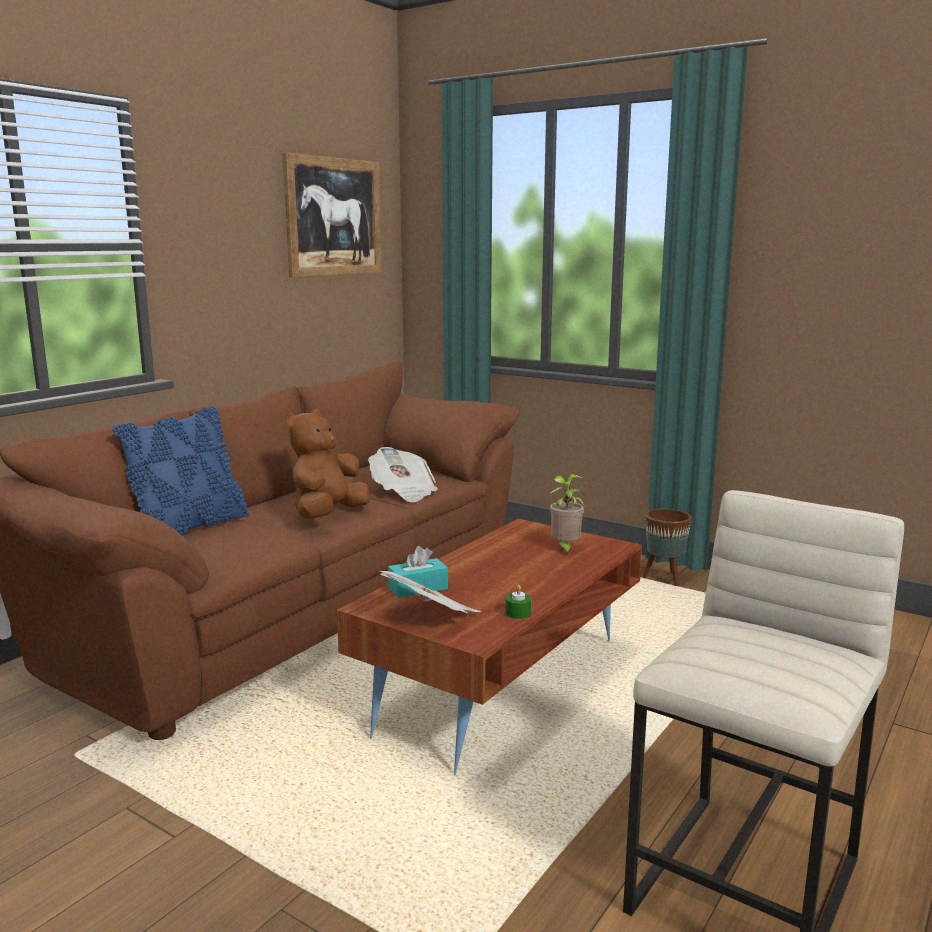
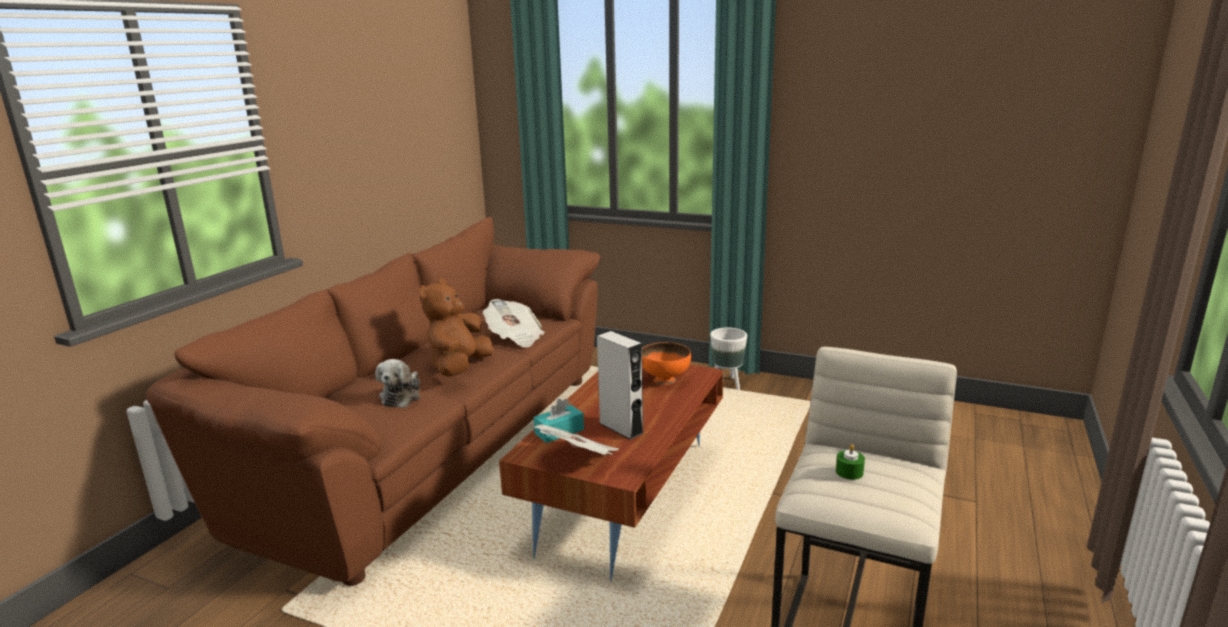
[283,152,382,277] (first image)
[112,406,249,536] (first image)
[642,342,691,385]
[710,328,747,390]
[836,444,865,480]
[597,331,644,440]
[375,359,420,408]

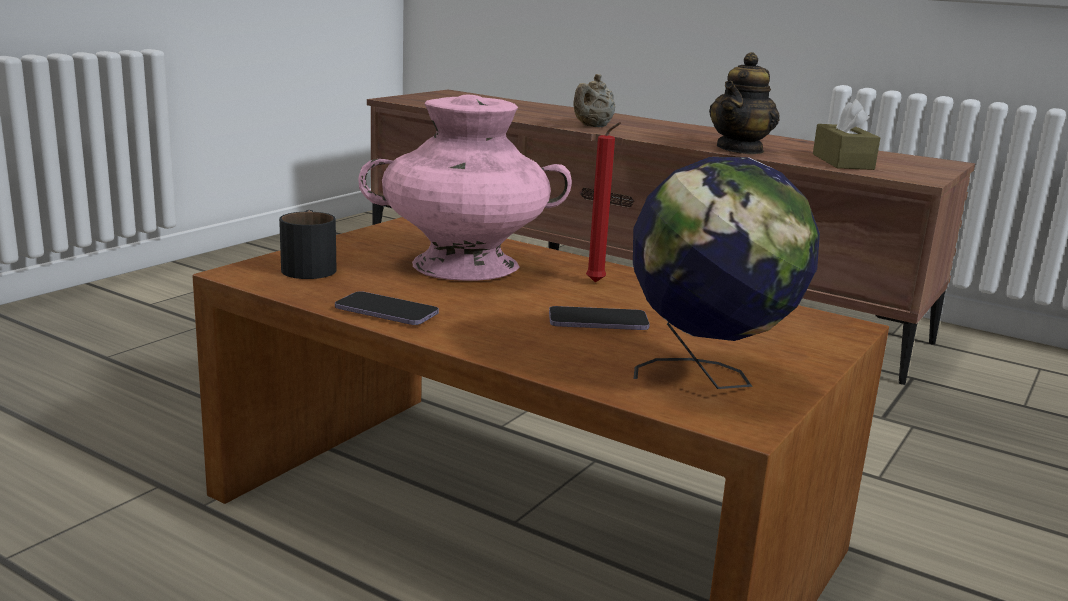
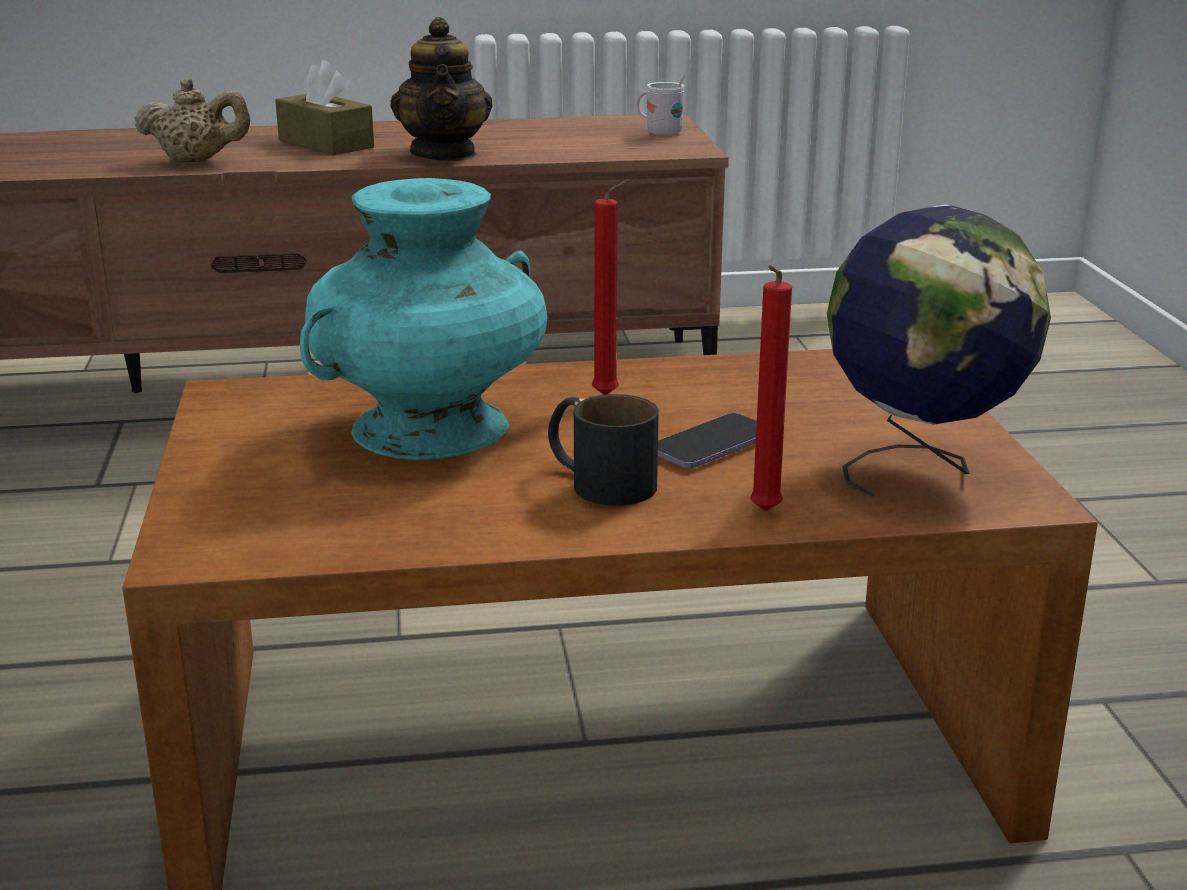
[134,78,250,163]
[300,178,547,460]
[275,60,374,155]
[548,394,659,506]
[335,291,439,325] (first image)
[636,74,685,135]
[750,265,792,511]

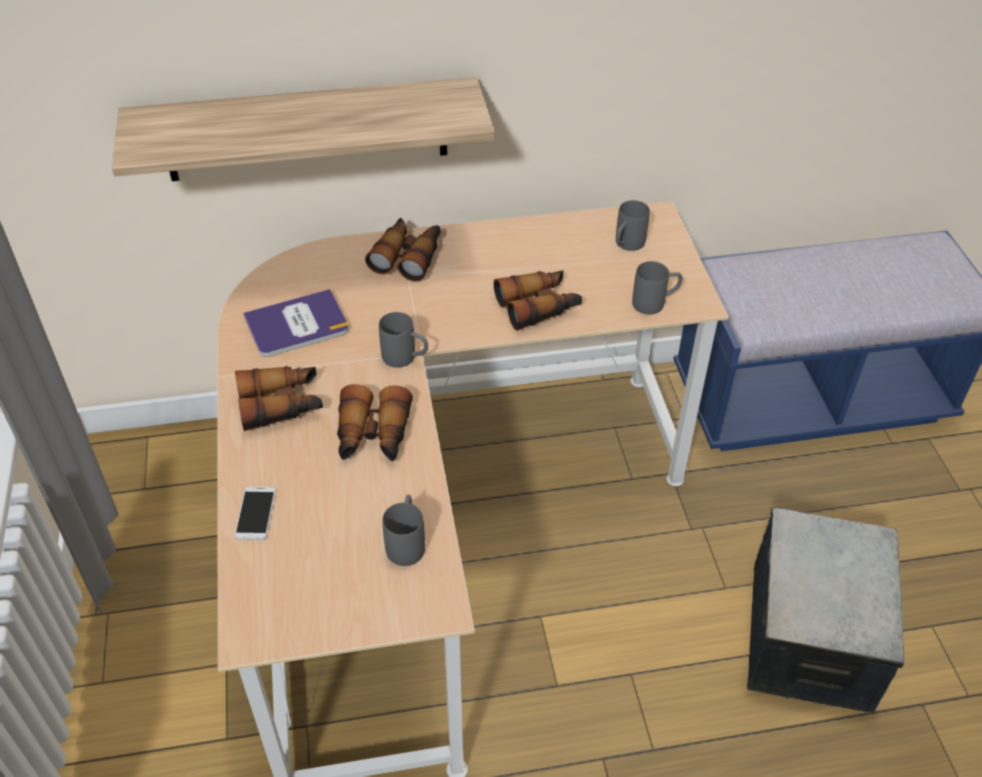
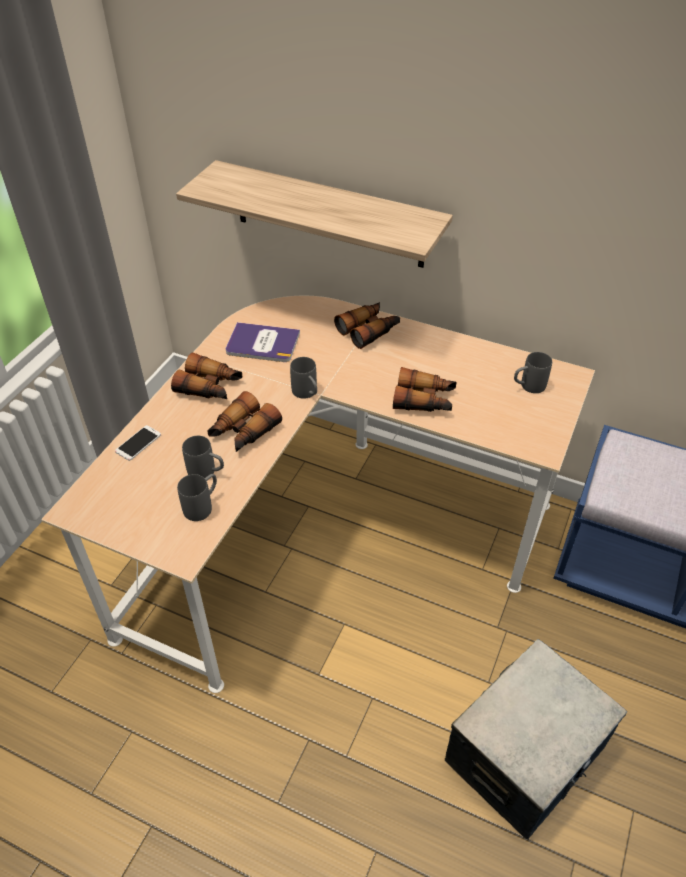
[182,436,224,478]

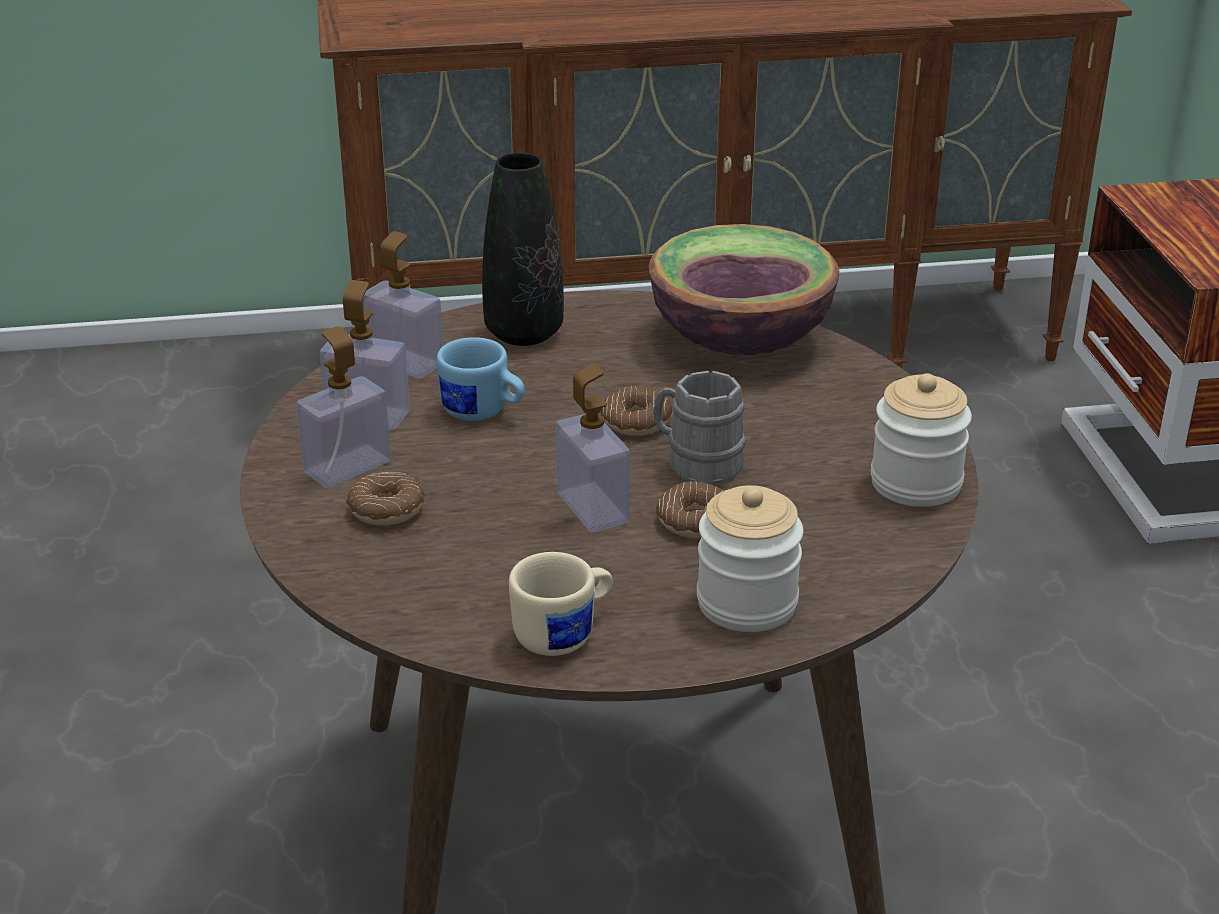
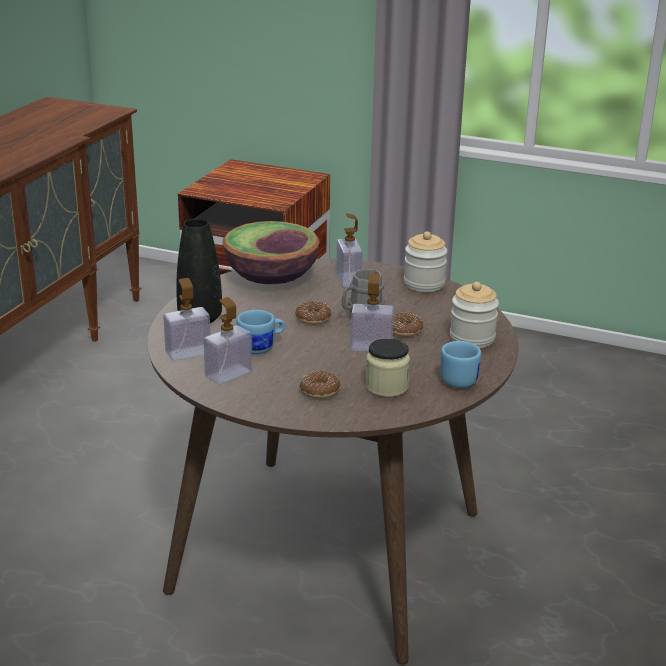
[336,213,363,287]
[441,341,481,388]
[365,339,410,397]

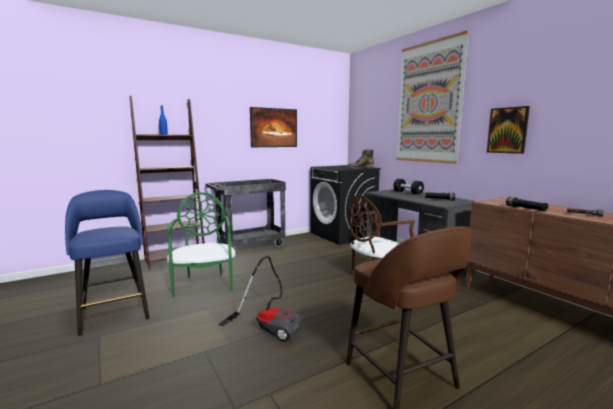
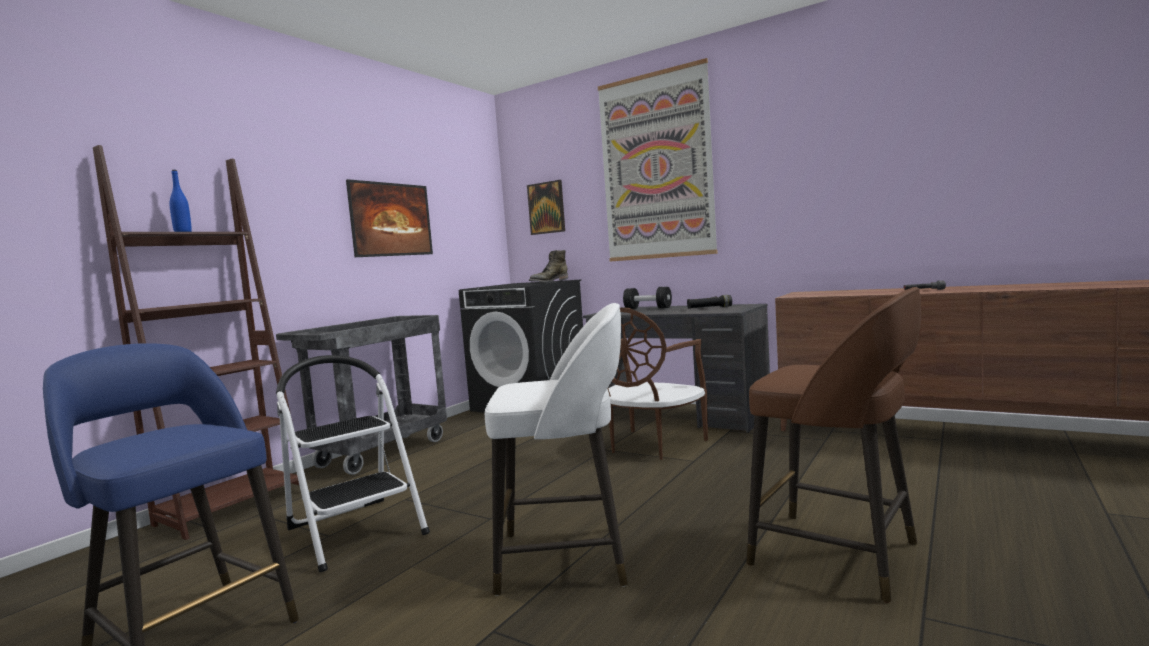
[527,180,565,235]
[276,355,430,572]
[506,197,549,212] (first image)
[485,303,628,596]

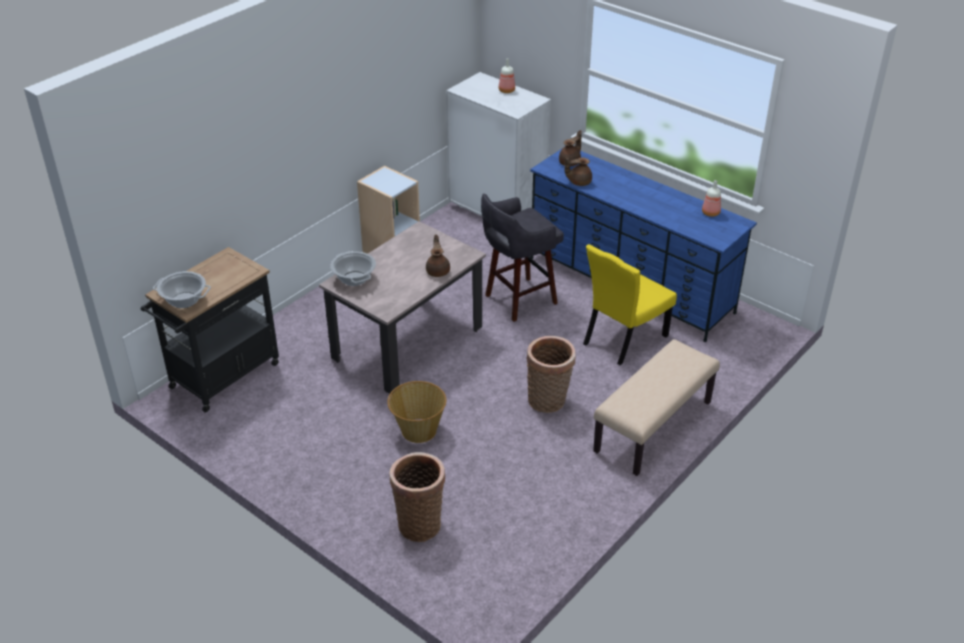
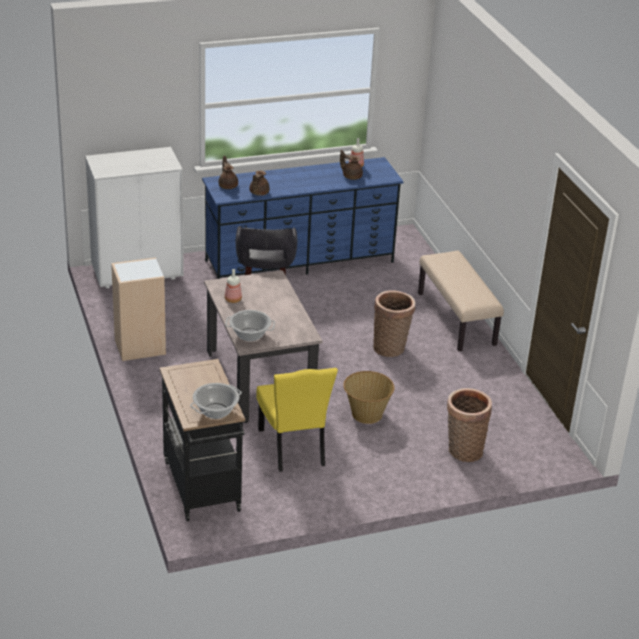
[225,269,242,303]
[340,150,363,180]
[256,368,338,472]

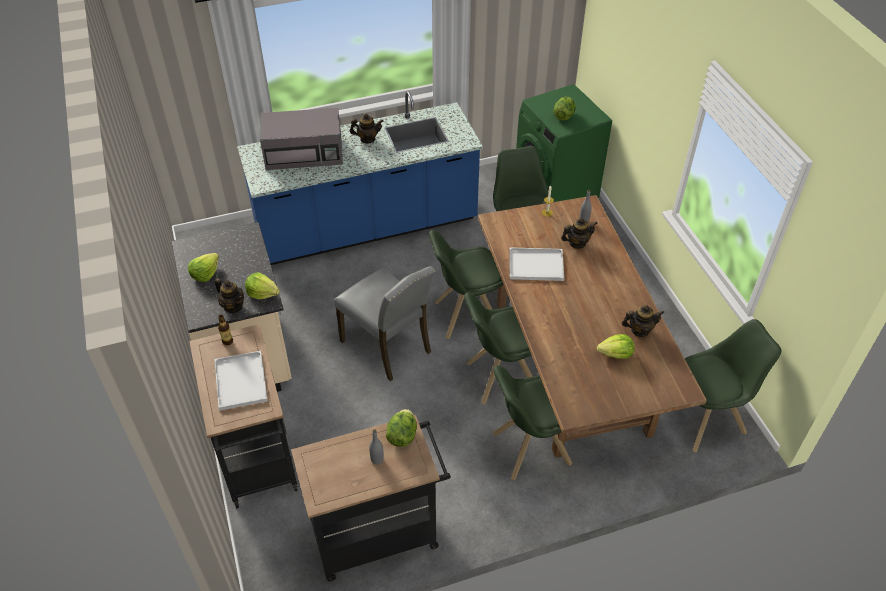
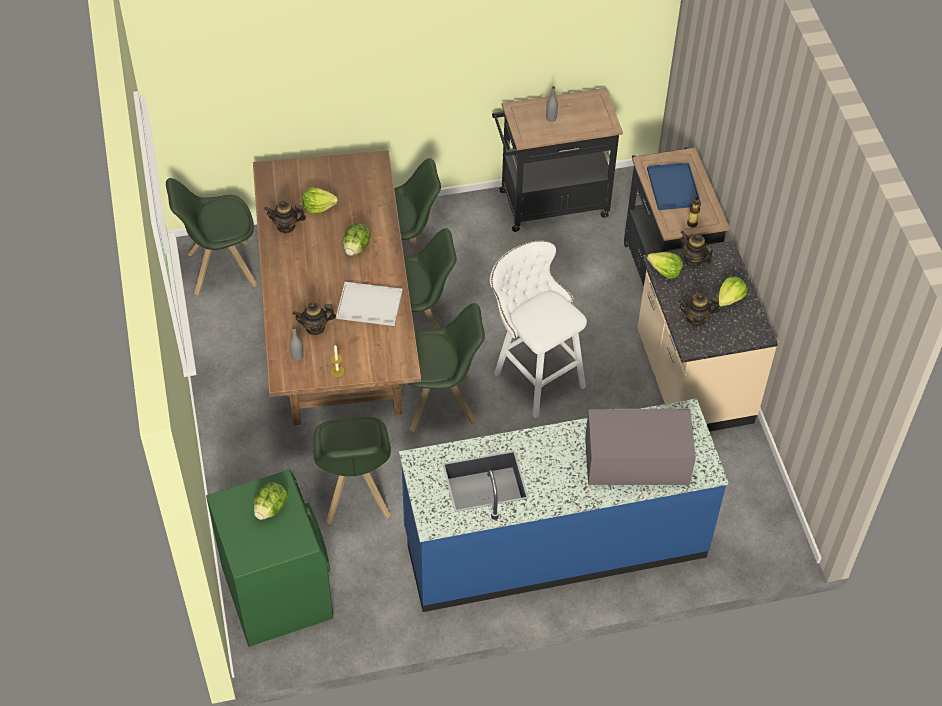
[678,293,720,327]
[490,240,587,418]
[647,162,701,210]
[343,223,371,256]

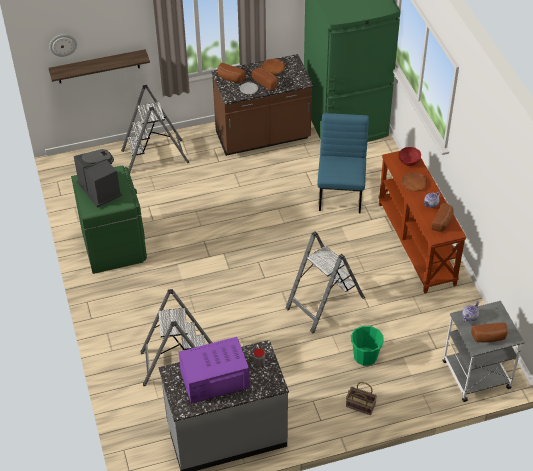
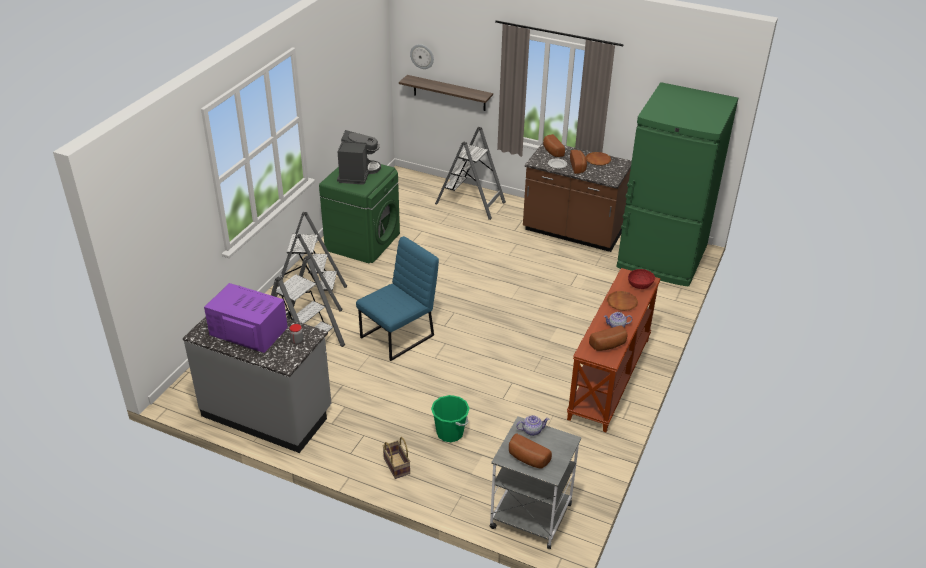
[356,236,439,361]
[275,212,347,311]

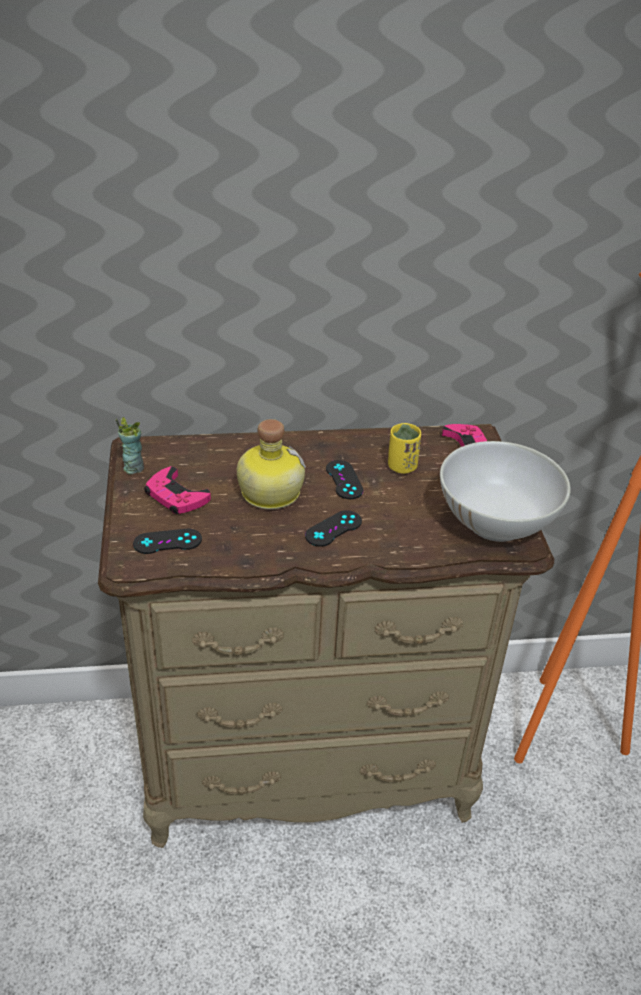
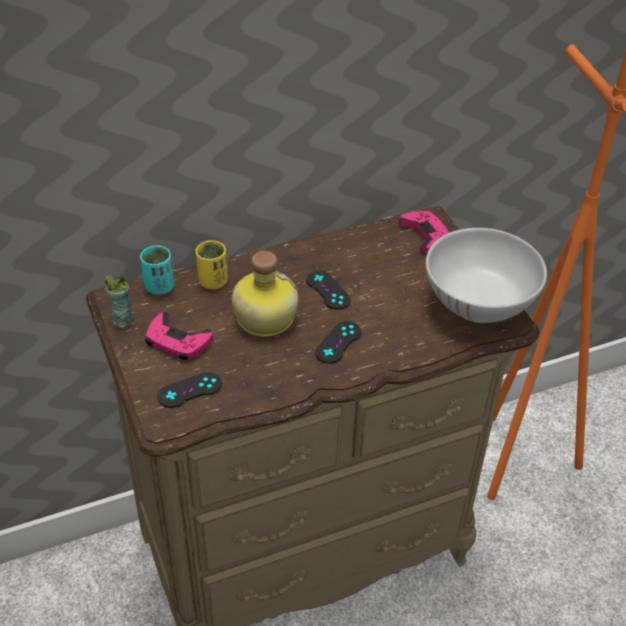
[196,240,228,289]
[140,246,174,295]

